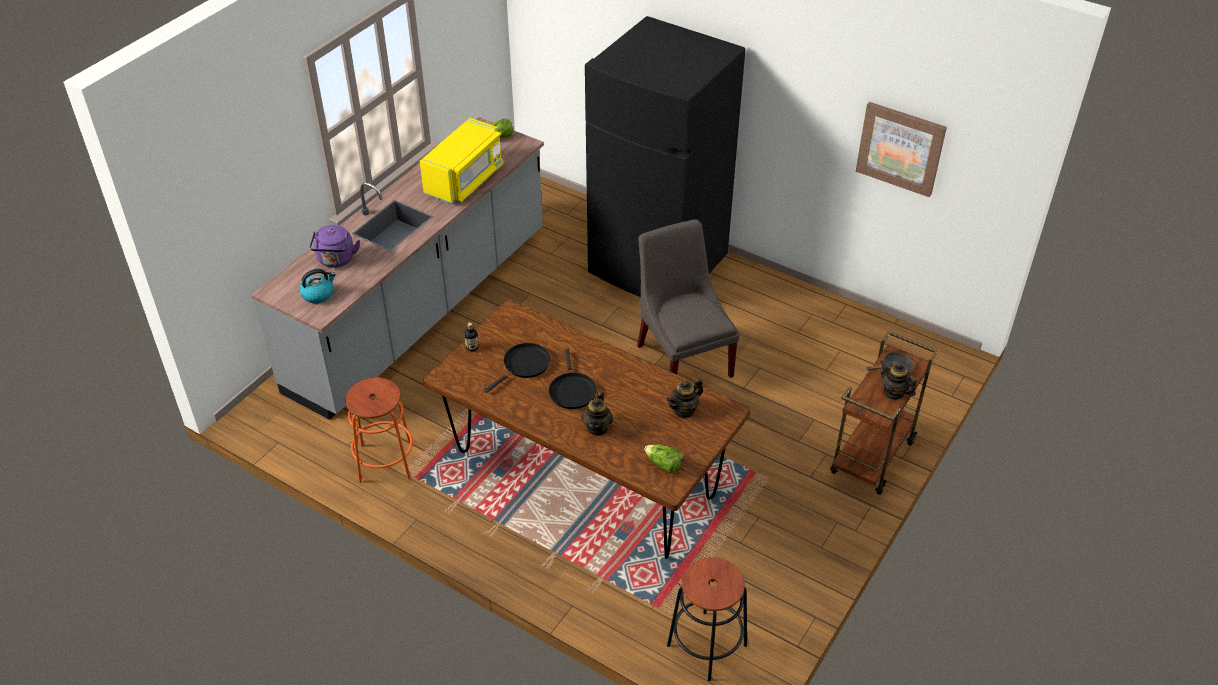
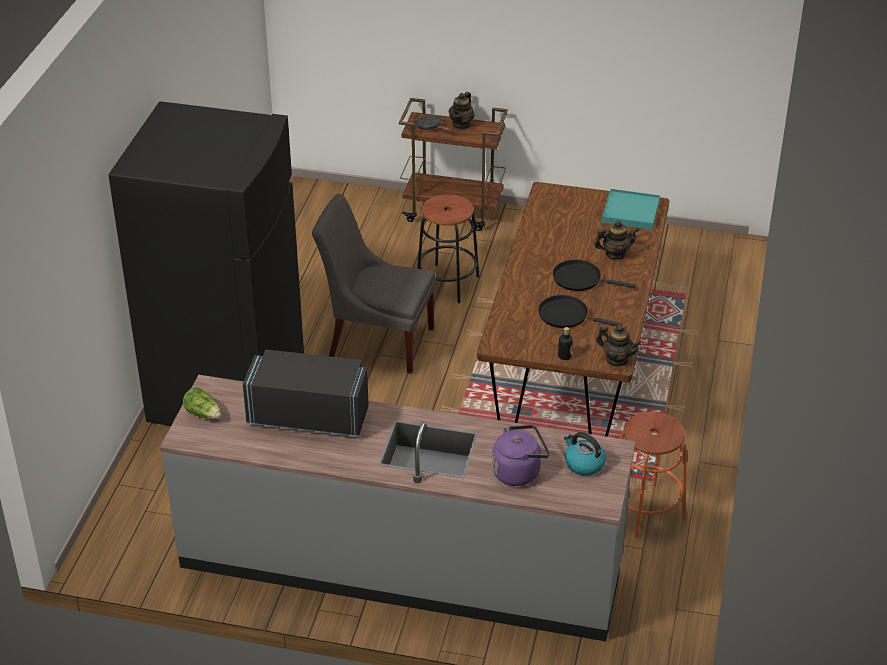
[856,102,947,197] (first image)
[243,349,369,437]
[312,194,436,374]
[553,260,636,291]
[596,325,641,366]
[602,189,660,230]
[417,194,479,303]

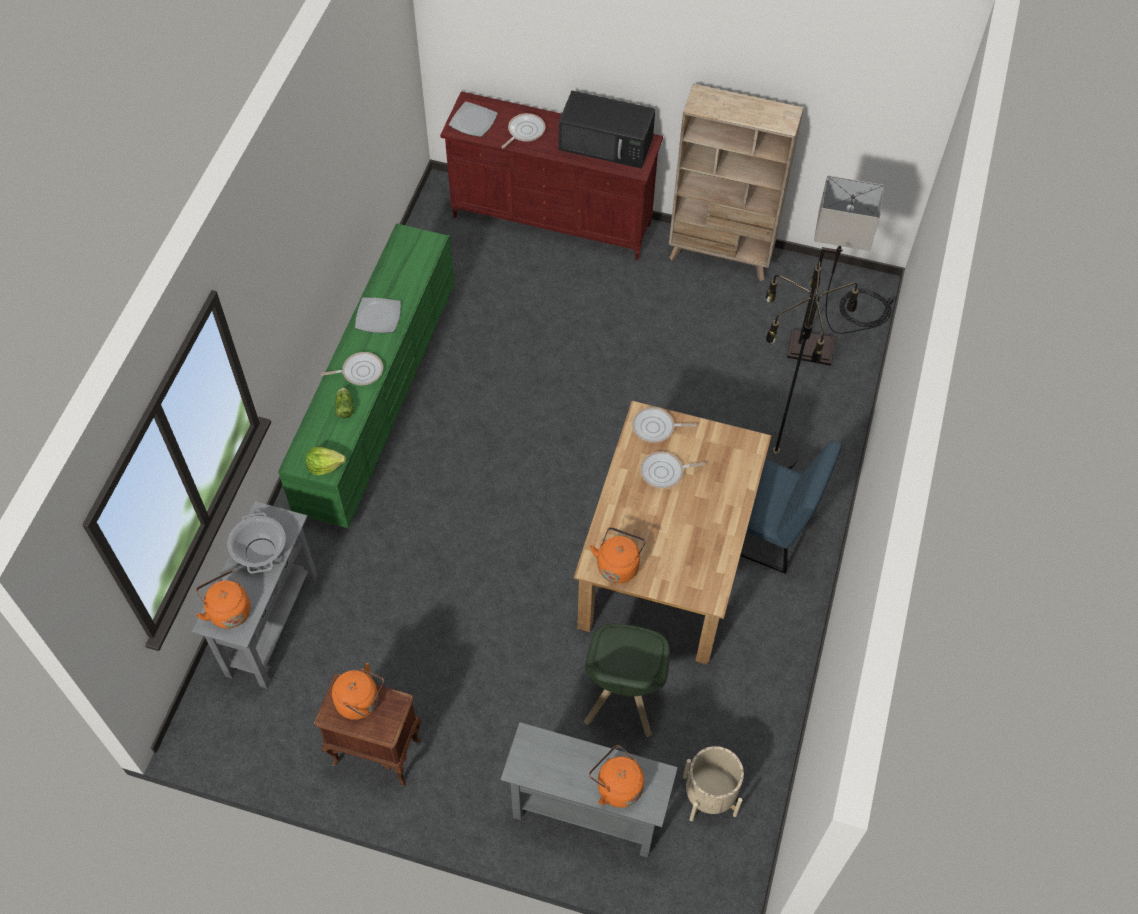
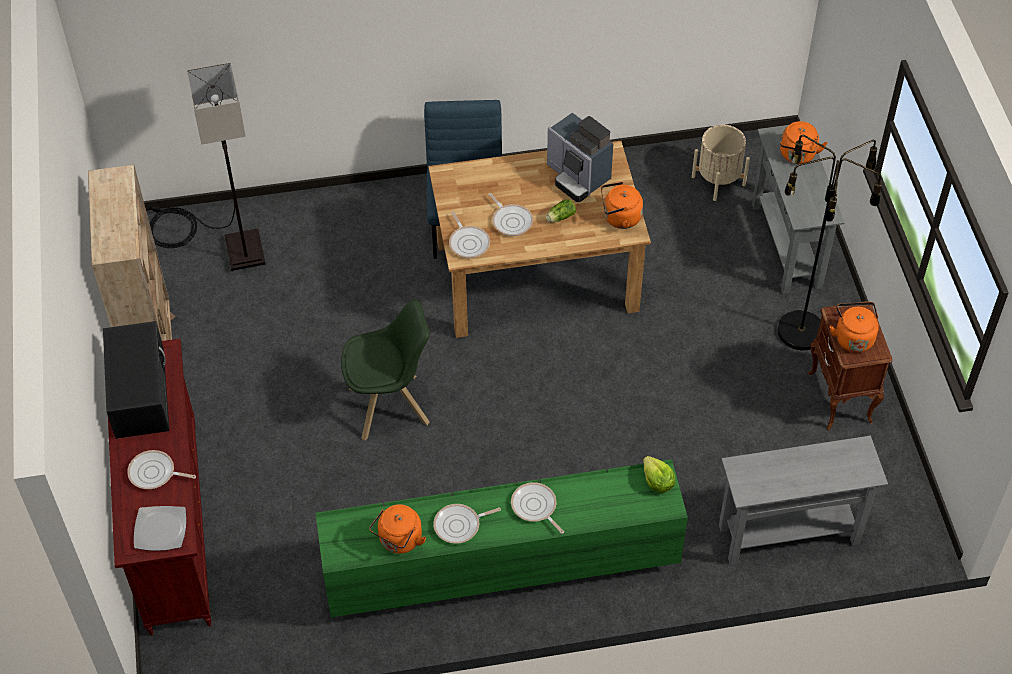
[778,135,882,350]
[433,504,501,544]
[546,199,576,223]
[228,513,286,574] (first image)
[369,504,426,554]
[341,300,430,441]
[547,113,613,202]

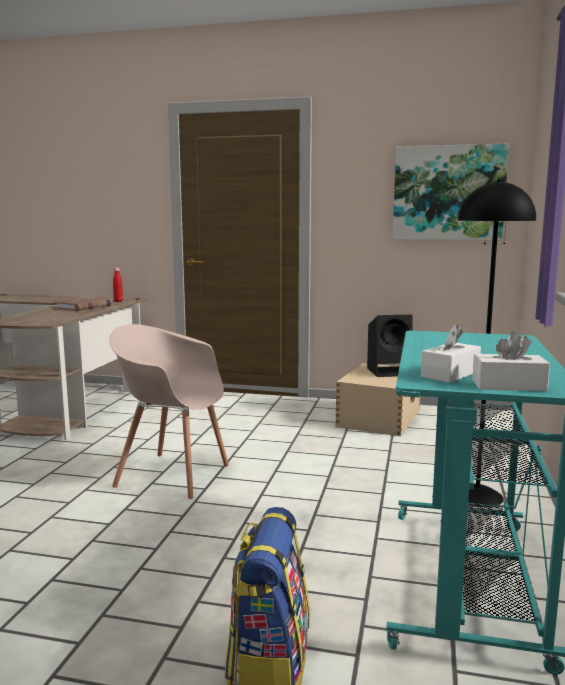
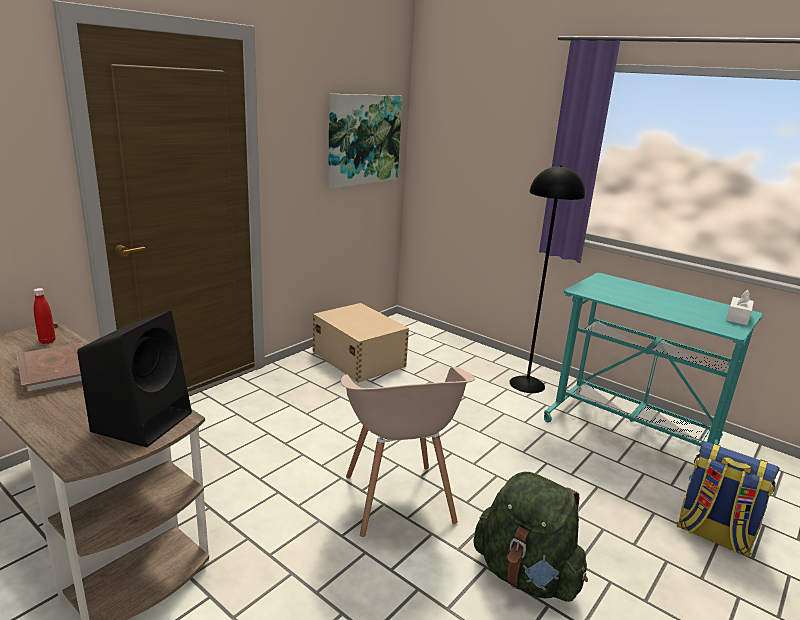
[77,311,192,448]
[421,323,481,383] (first image)
[341,367,475,537]
[474,472,588,602]

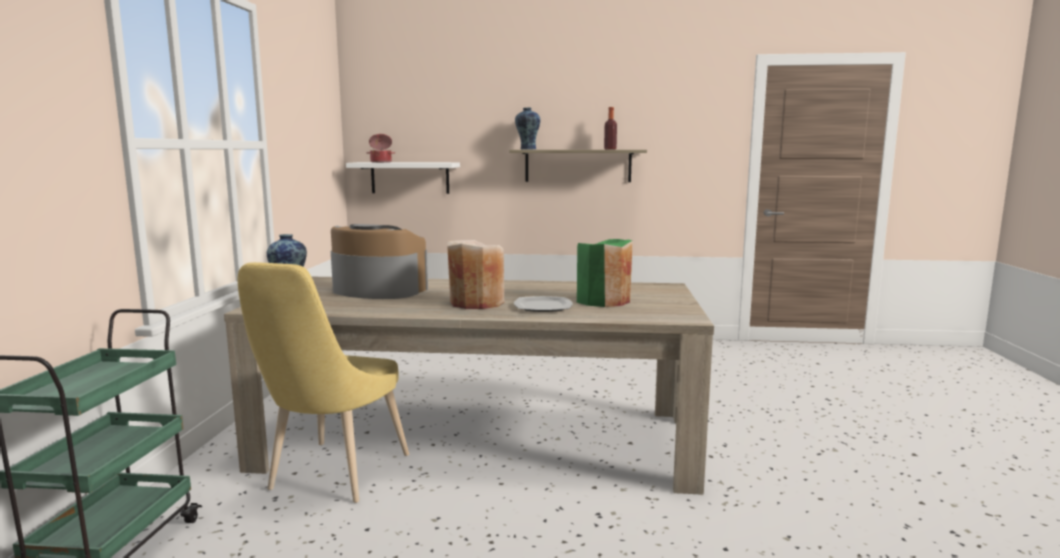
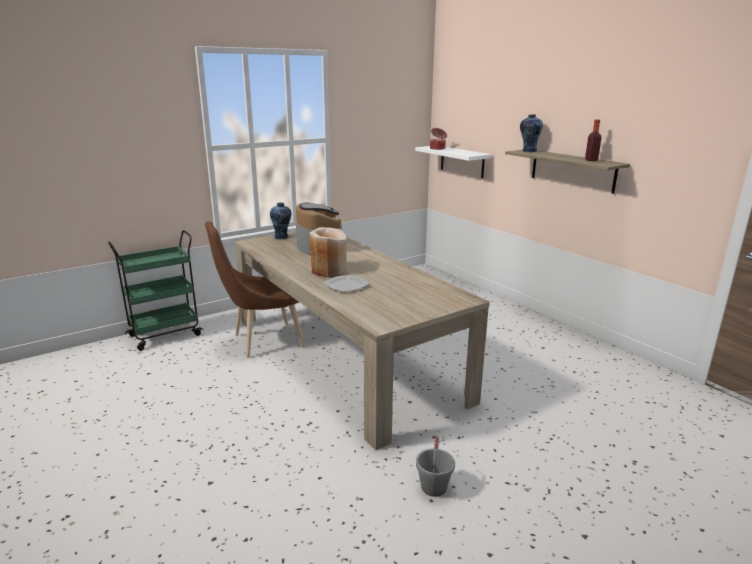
[577,239,633,307] (first image)
[205,221,305,358]
[416,436,455,497]

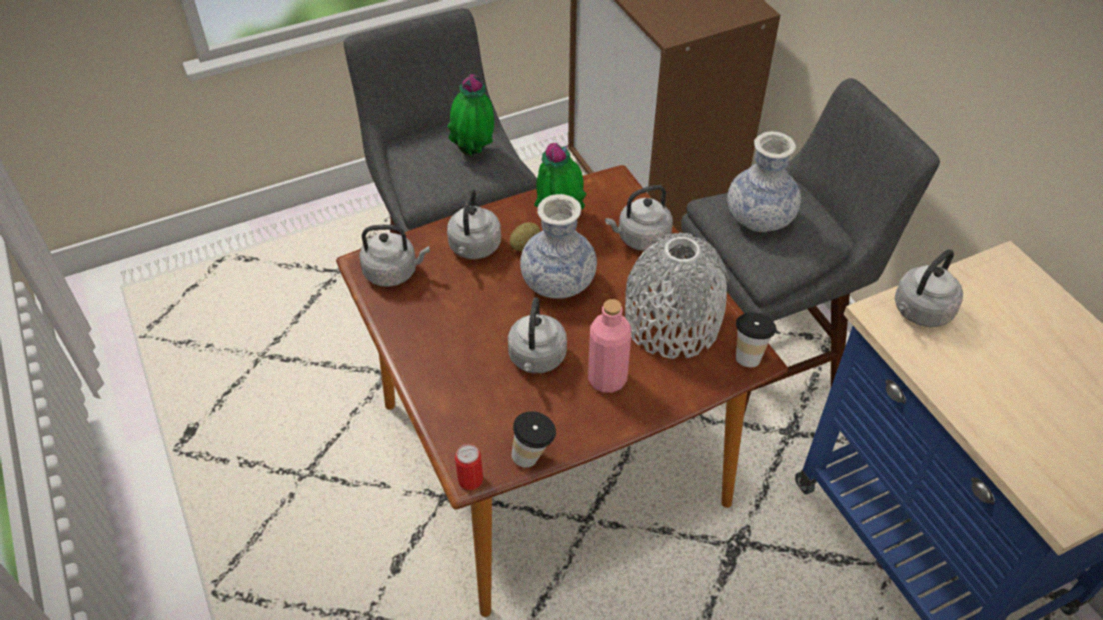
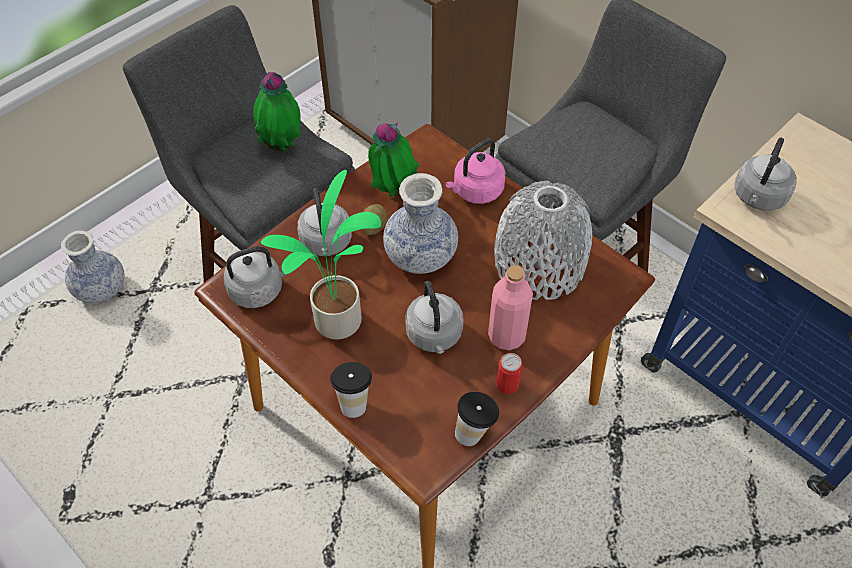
[61,230,125,303]
[445,139,505,204]
[330,362,372,418]
[496,353,523,394]
[261,170,381,339]

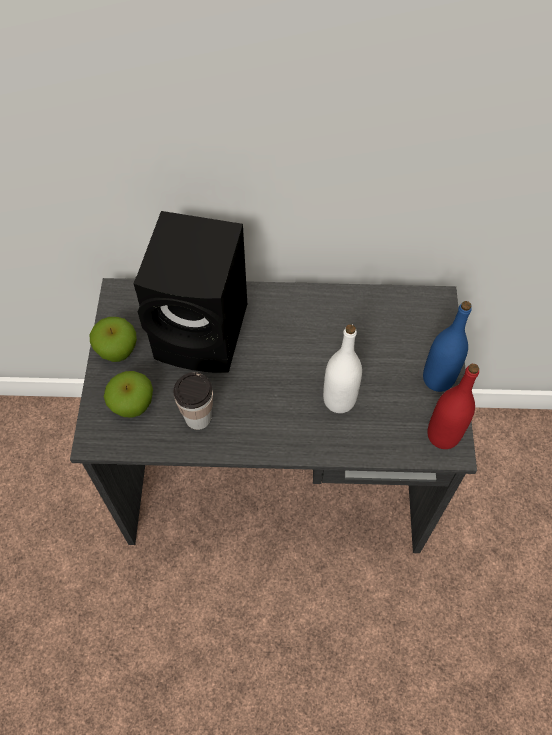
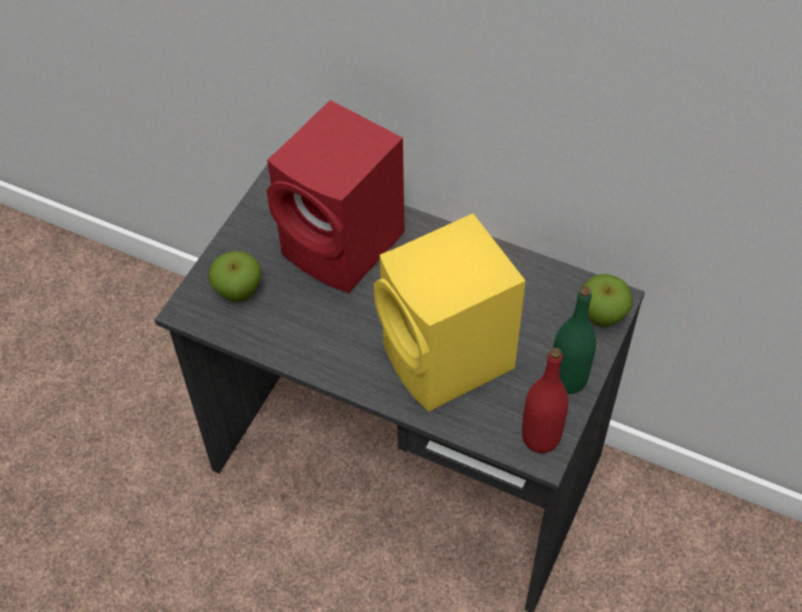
[267,100,404,293]
[553,286,596,394]
[581,274,633,327]
[374,214,526,412]
[173,372,213,430] (first image)

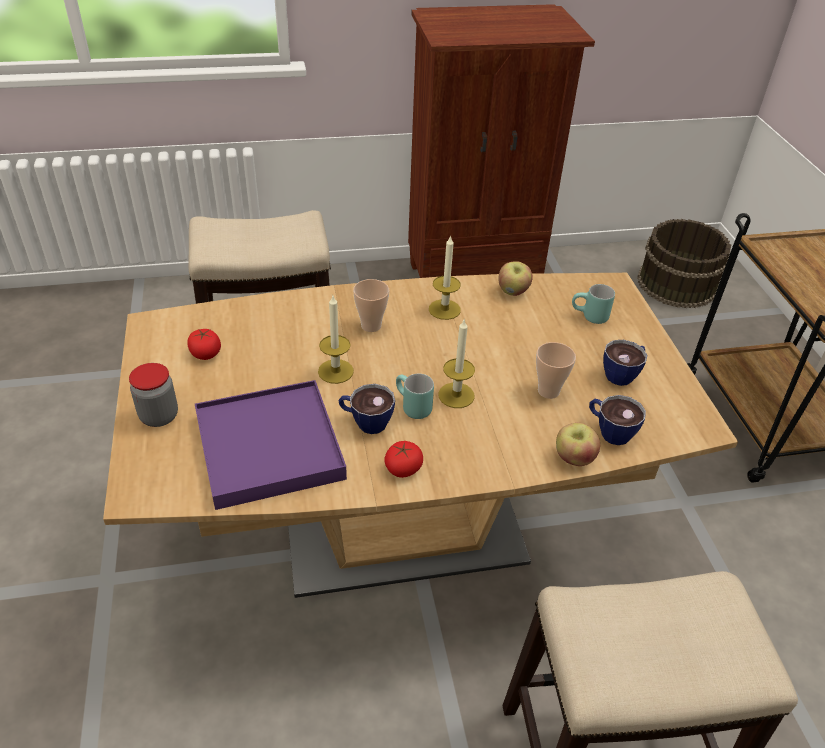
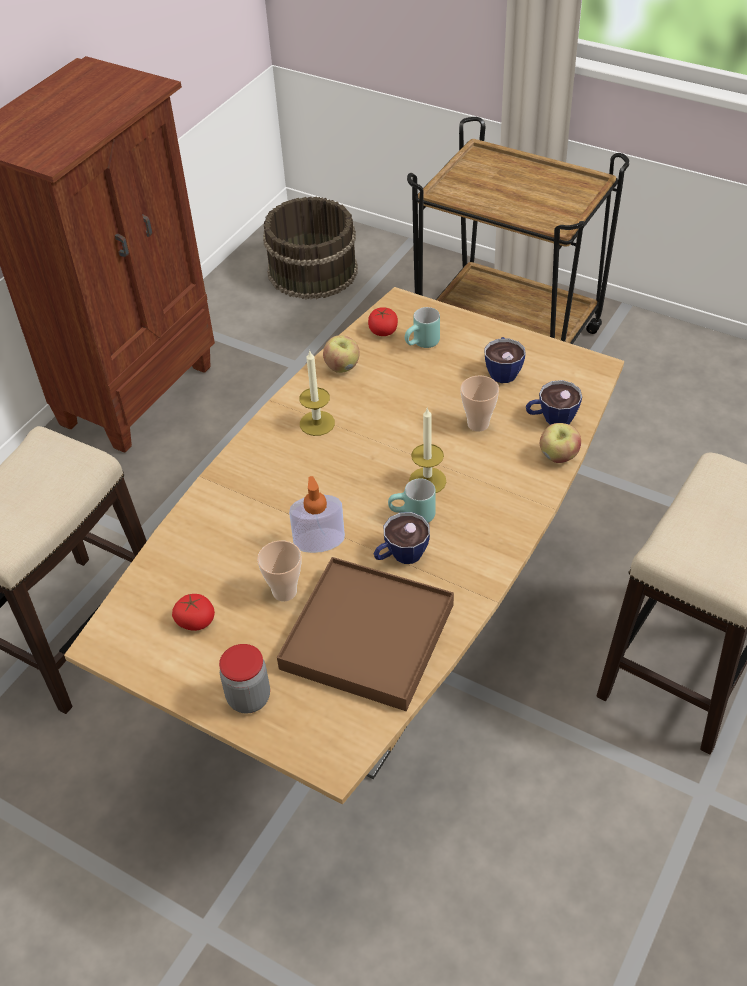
[257,541,302,601]
[289,476,345,553]
[277,557,454,711]
[368,307,398,336]

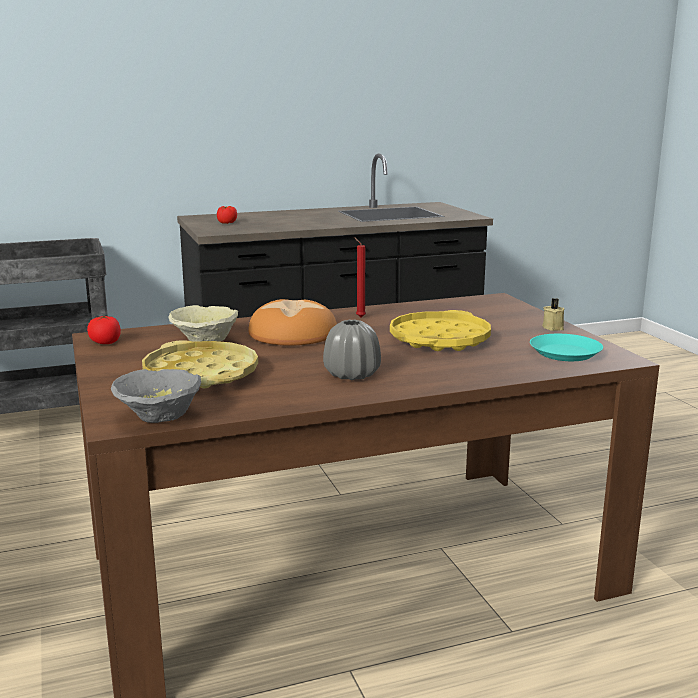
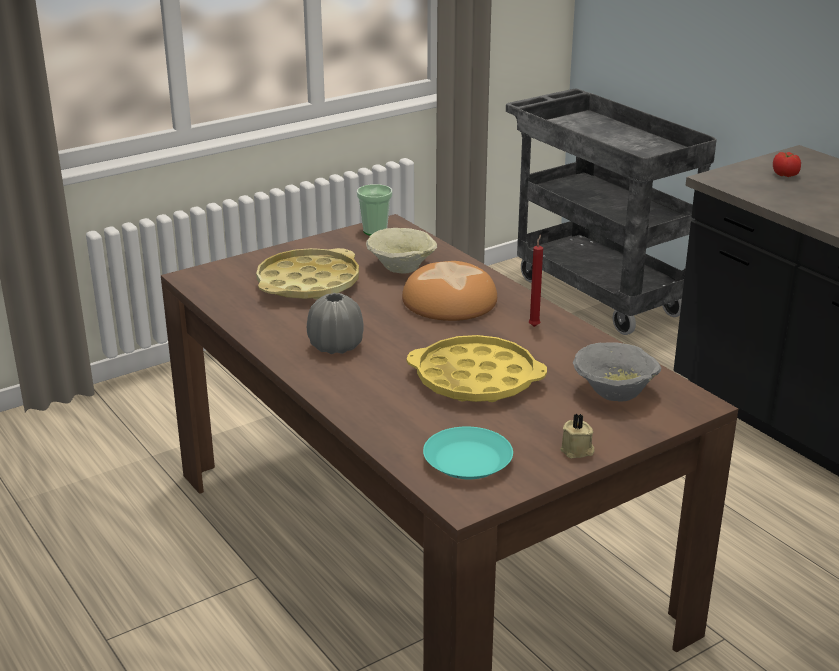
[357,184,392,236]
[573,342,661,401]

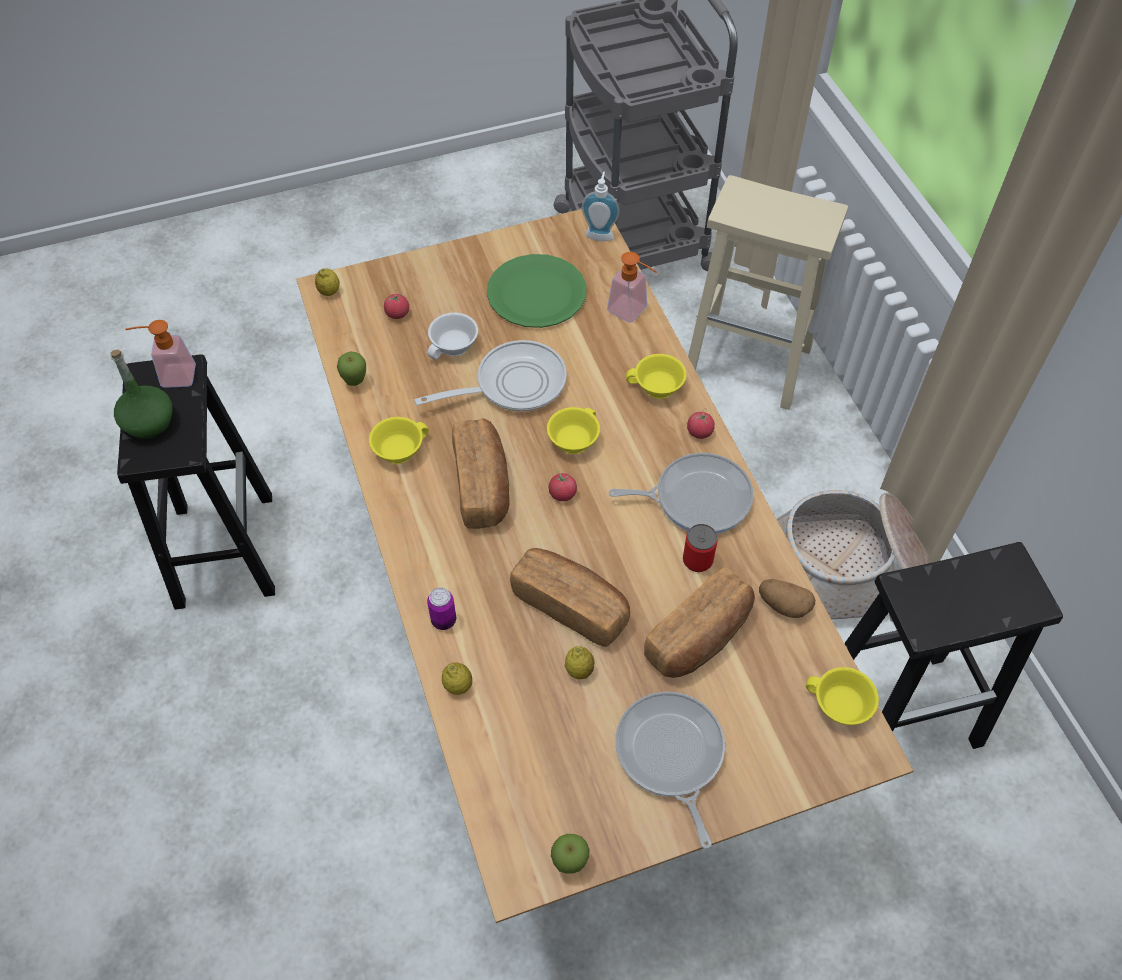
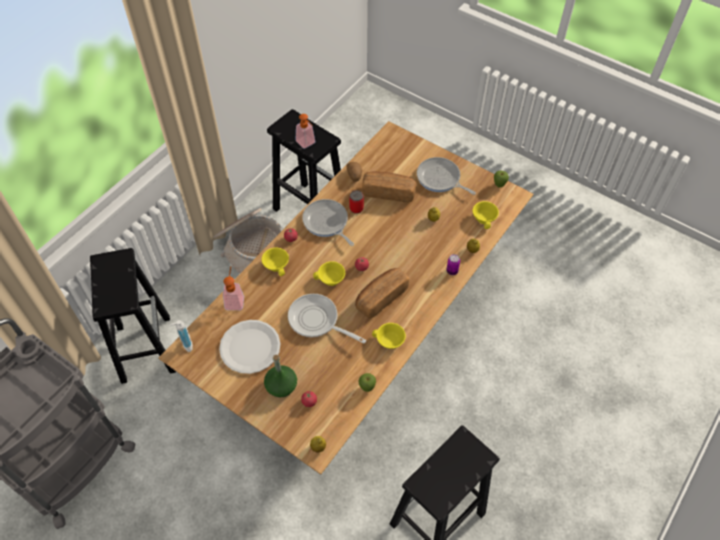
[90,248,176,384]
[219,320,280,374]
[427,313,478,360] (first image)
[296,114,316,149]
[264,355,297,397]
[510,548,630,647] (first image)
[473,201,499,229]
[417,157,476,195]

